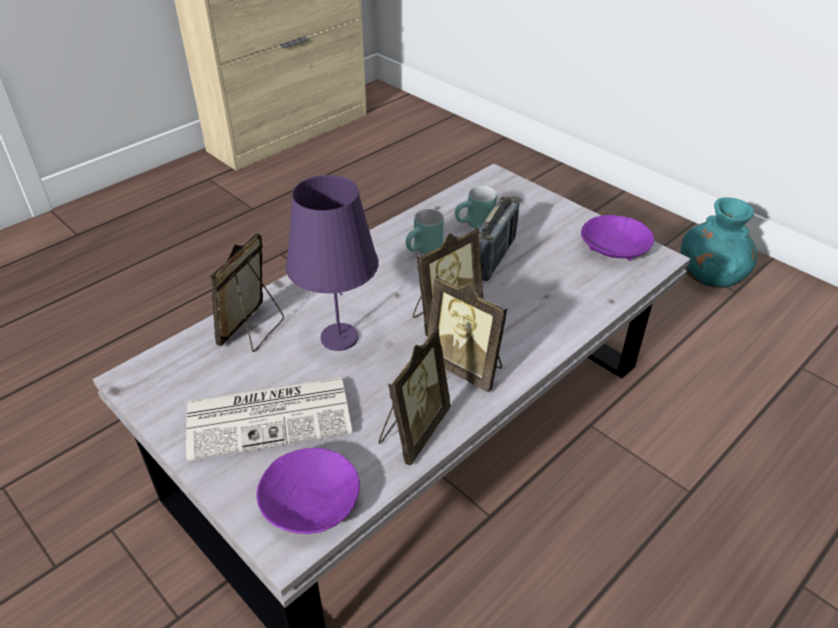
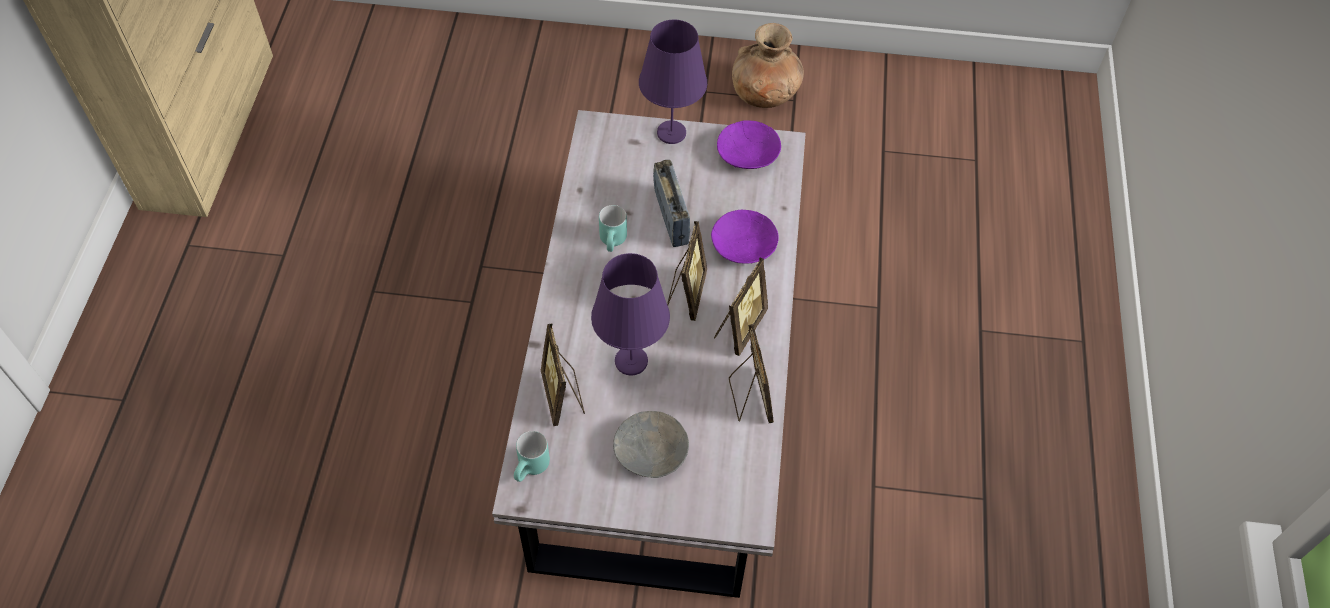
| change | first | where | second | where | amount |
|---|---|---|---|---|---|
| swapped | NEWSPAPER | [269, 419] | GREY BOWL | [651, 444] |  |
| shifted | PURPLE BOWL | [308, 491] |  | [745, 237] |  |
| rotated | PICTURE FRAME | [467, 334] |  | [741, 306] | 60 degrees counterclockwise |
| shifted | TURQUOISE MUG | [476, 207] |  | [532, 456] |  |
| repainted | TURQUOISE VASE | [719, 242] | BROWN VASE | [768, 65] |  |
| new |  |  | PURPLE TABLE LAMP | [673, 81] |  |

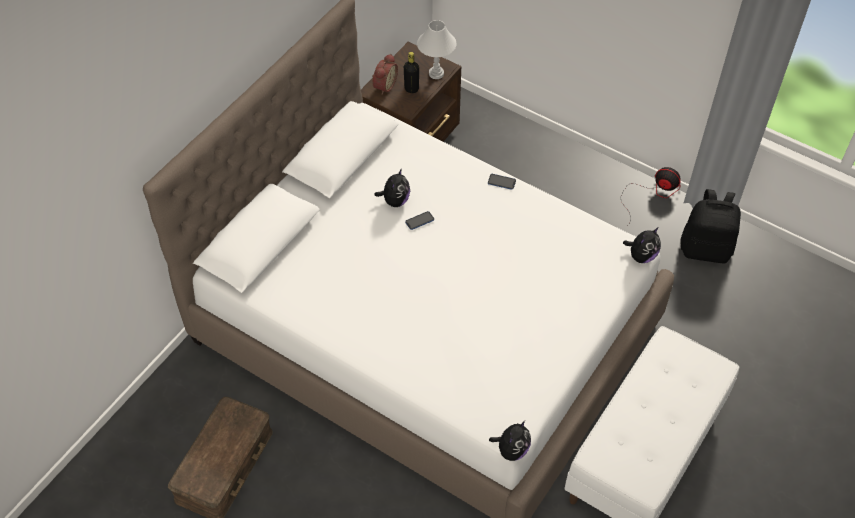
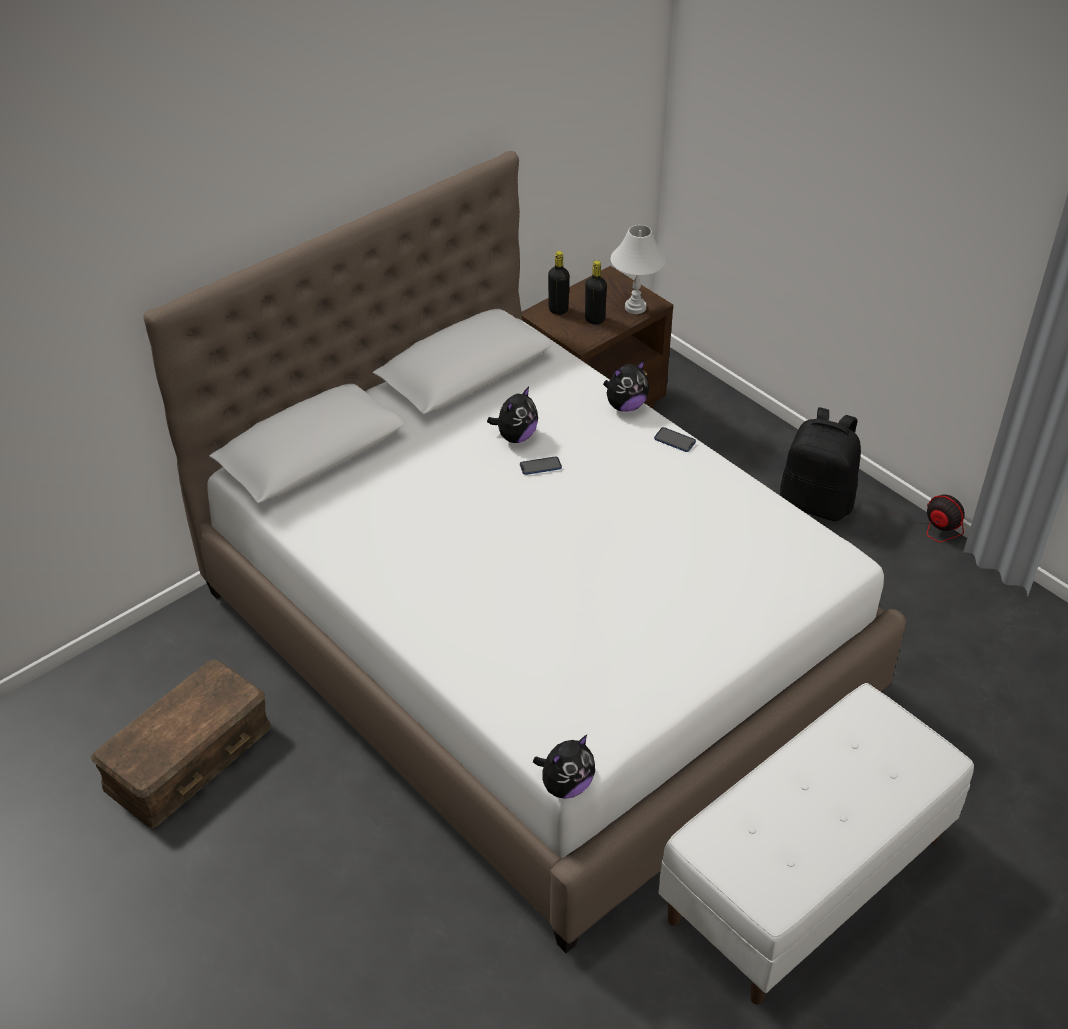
| change | first | where | second | where | amount |
|---|---|---|---|---|---|
| swapped | ALARM CLOCK | [385, 74] | BLACK BOTTLE | [559, 283] |  |
| shifted | PLUSH TOY | [642, 245] |  | [626, 386] |  |
| shifted | BLACK BACKPACK | [711, 226] |  | [820, 464] |  |

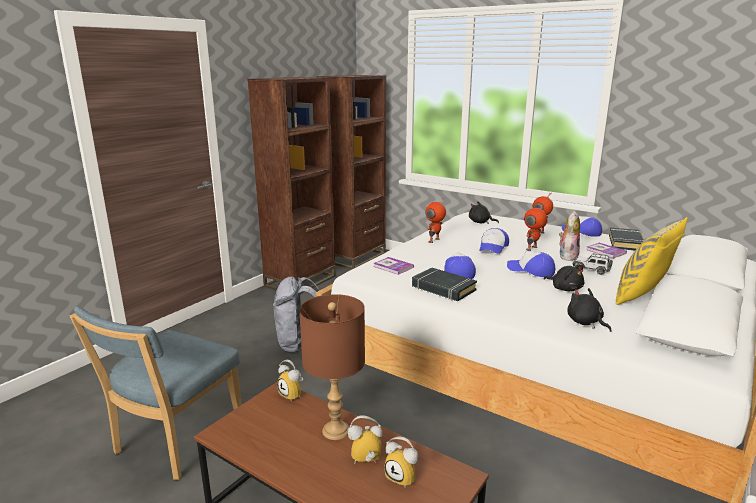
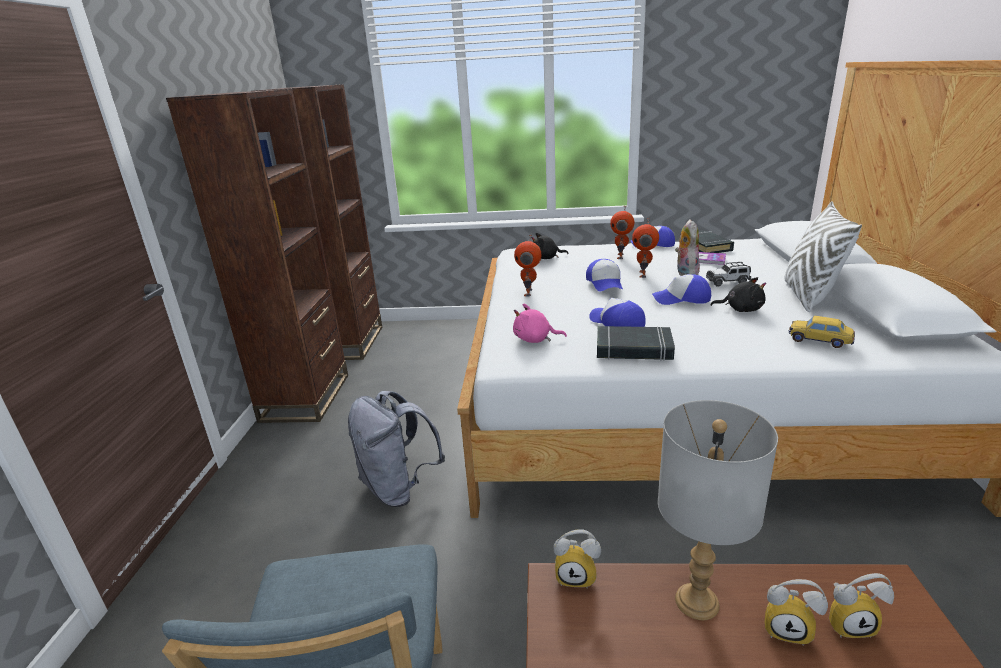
| change | first | where | second | where | amount |
|---|---|---|---|---|---|
| repainted | BROWN TABLE LAMP | [332, 367] | GREY TABLE LAMP | [718, 510] |  |
| rotated | ALARM CLOCK | [365, 439] |  | [796, 612] | 120 degrees counterclockwise |
| swapped | BOOK | [393, 266] | PINK PLUSH TOY | [540, 323] |  |
| swapped | BLACK PLUSH TOY | [589, 310] | TOY CAR | [821, 332] |  |
| repainted | YELLOW PILLOW | [652, 261] | WHITE PILLOW | [823, 256] |  |

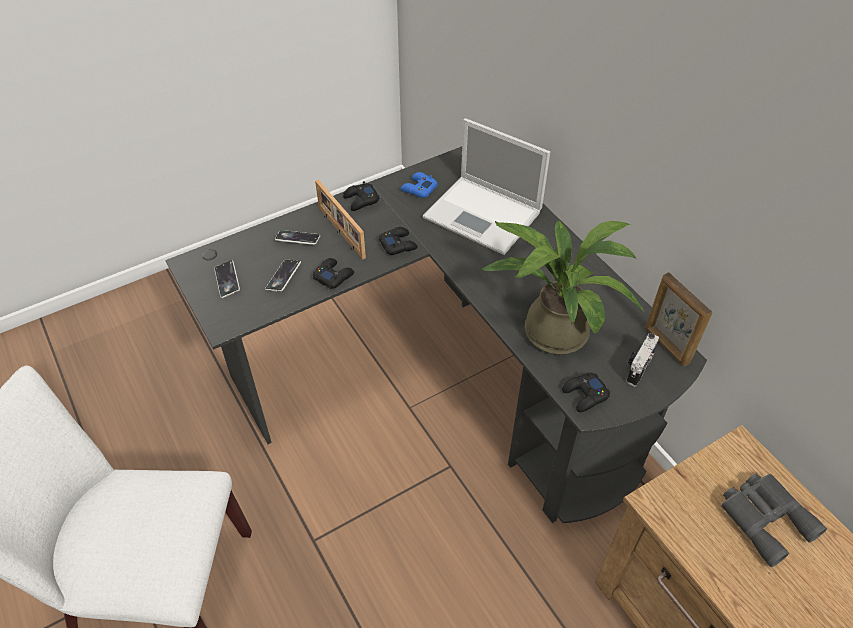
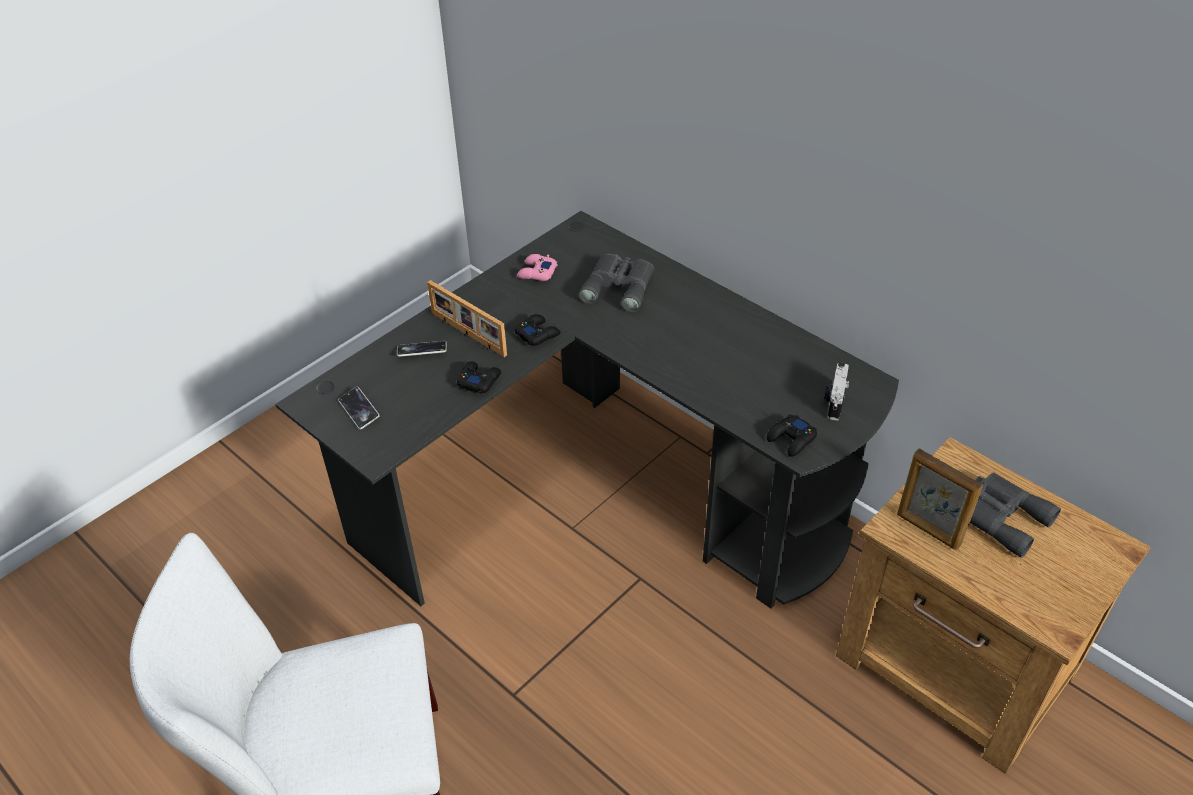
| change | first | where | second | where | amount |
|---|---|---|---|---|---|
| gone | PHONE | [283, 276] |  |  |  |
| gone | BLACK GAME CONTROLLER | [361, 196] |  |  |  |
| repainted | BLUE GAME CONTROLLER | [419, 185] | PINK GAME CONTROLLER | [537, 267] |  |
| swapped | LAPTOP | [486, 186] | GREY BINOCULARS | [616, 283] |  |
| gone | POTTED PLANT | [562, 287] |  |  |  |
| shifted | PICTURE FRAME | [679, 319] |  | [940, 499] |  |

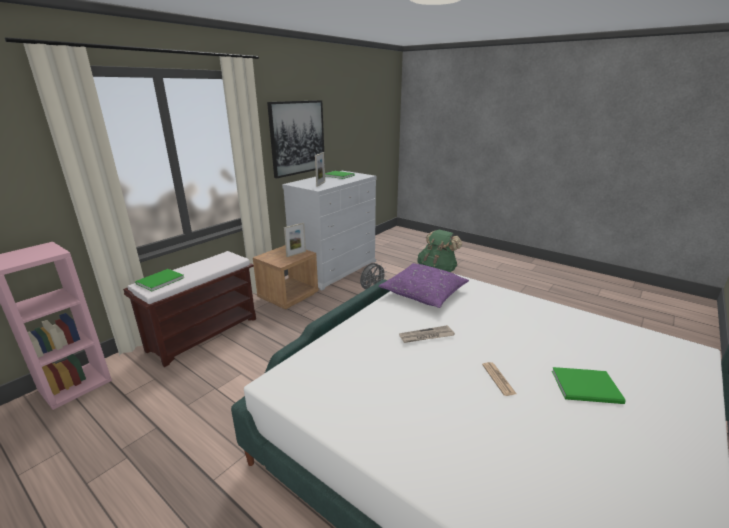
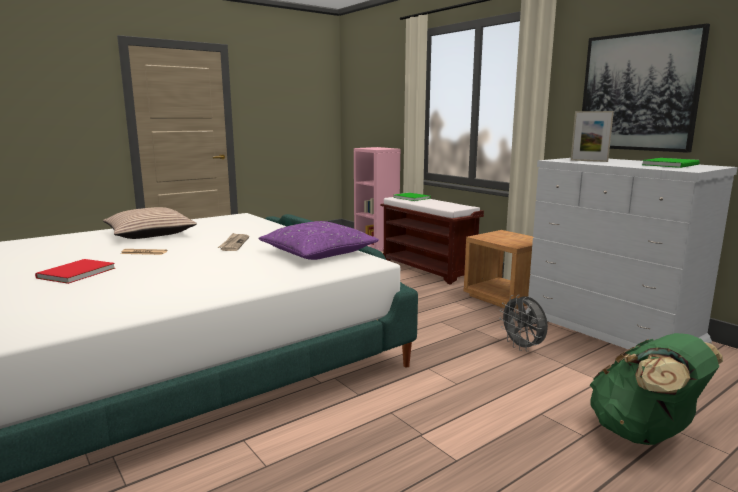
| change | first | where | second | where | amount |
|---|---|---|---|---|---|
| gone | PICTURE FRAME | [295, 240] |  |  |  |
| repainted | GREEN BOOK | [589, 385] | RED BOOK | [75, 271] |  |
| new |  |  | PILLOW | [150, 223] |  |

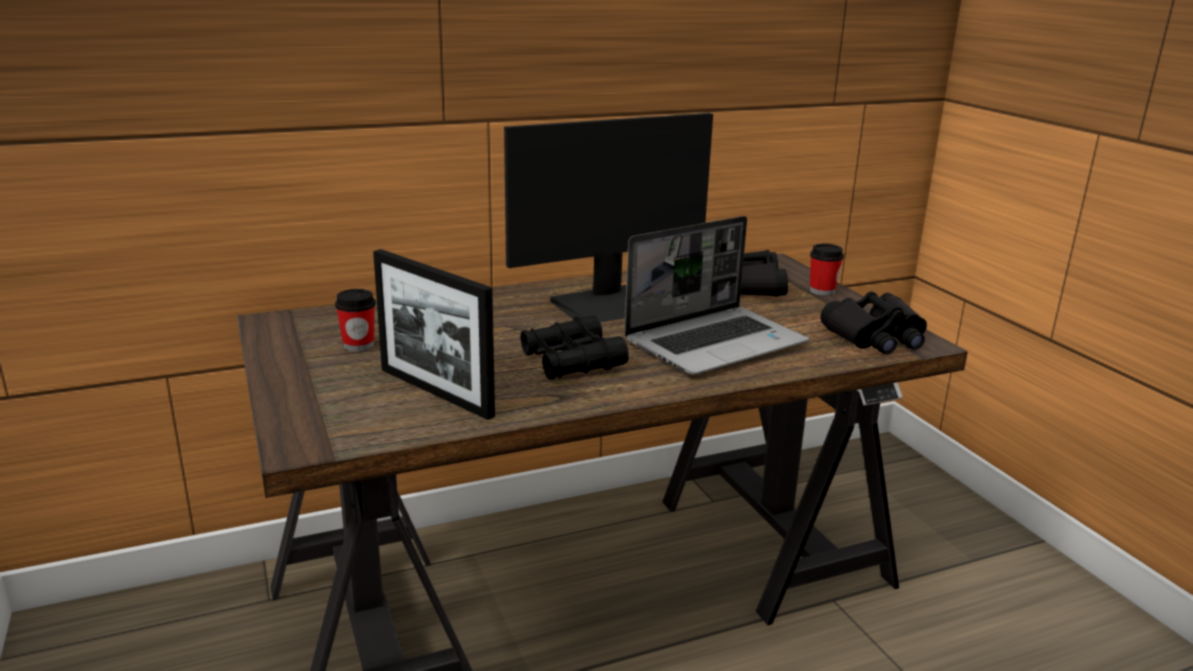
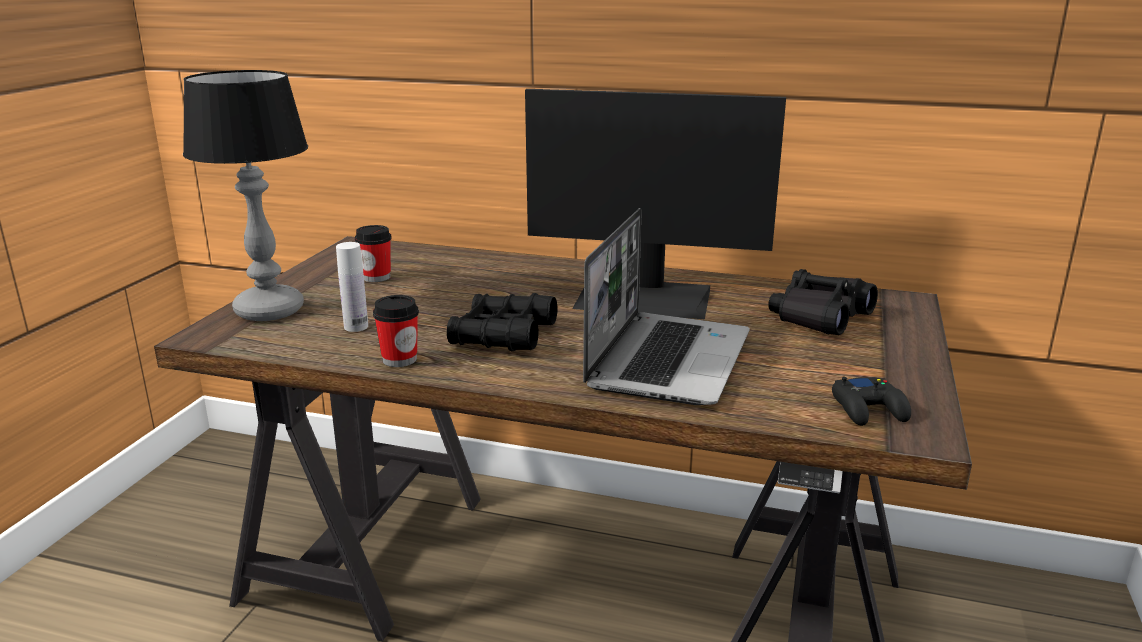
| change | first | where | second | where | amount |
|---|---|---|---|---|---|
| swapped | PICTURE FRAME | [434, 334] | WHITE BOTTLE | [352, 287] |  |
| rotated | LAPTOP | [716, 295] |  | [666, 306] | 75 degrees counterclockwise |
| shifted | CUP | [827, 269] |  | [396, 331] |  |
| swapped | BLACK BINOCULARS | [873, 322] | BLACK GAME CONTROLLER | [871, 401] |  |
| new |  |  | TABLE LAMP | [245, 195] |  |

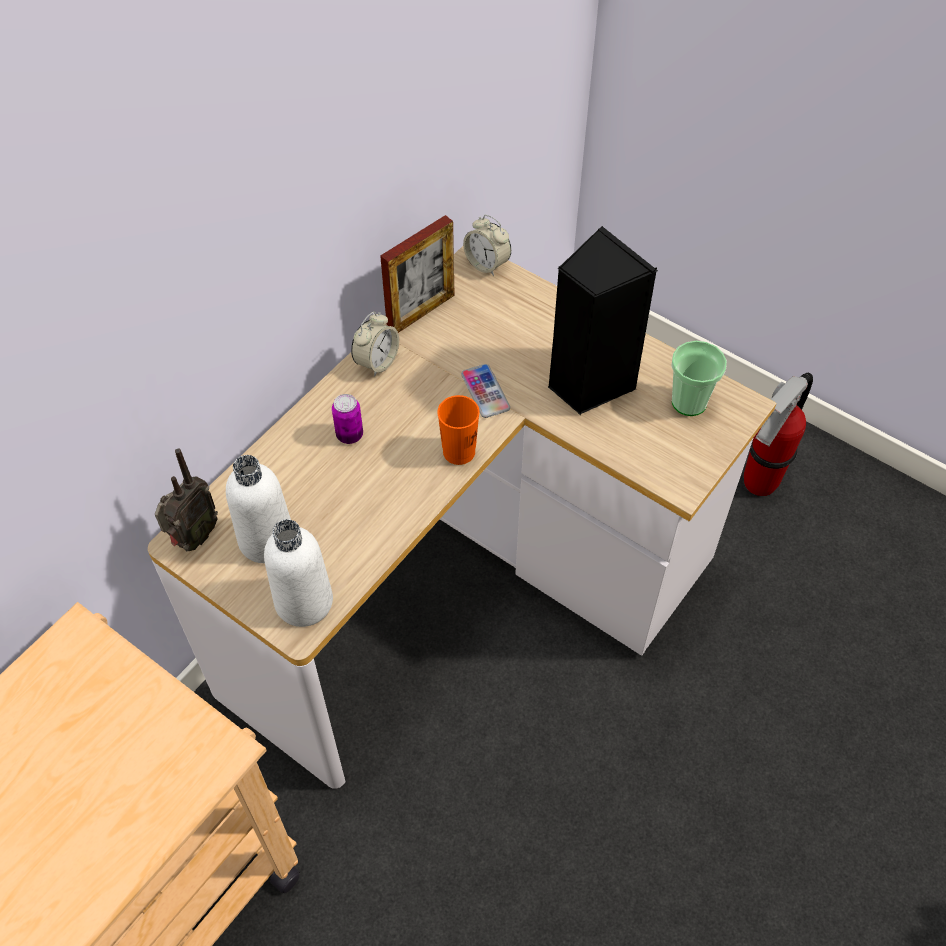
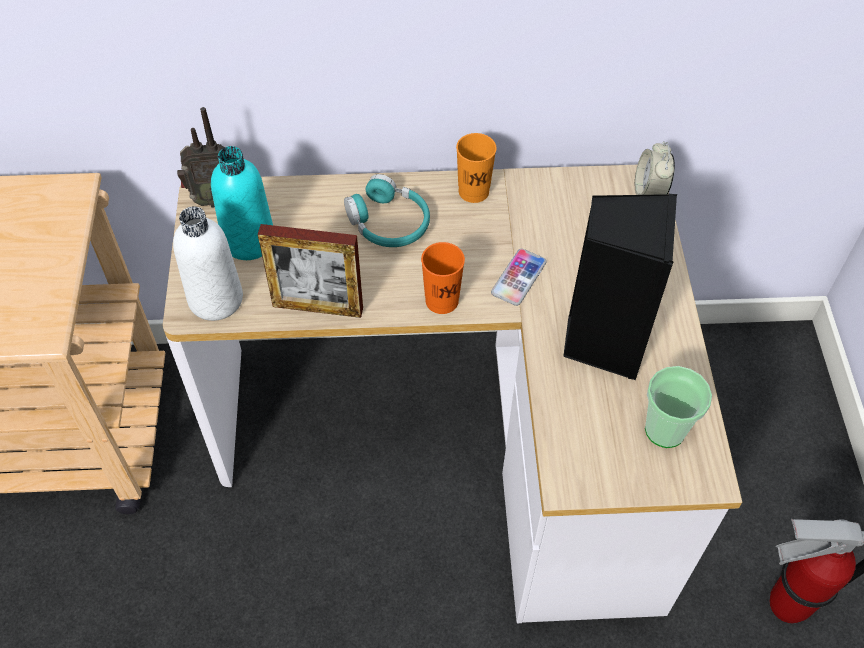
| change | first | where | second | where | amount |
|---|---|---|---|---|---|
| repainted | WHITE BOTTLE | [258, 509] | TURQUOISE BOTTLE | [242, 203] |  |
| swapped | CAN | [347, 419] | TURQUOISE HEADPHONES | [387, 210] |  |
| swapped | ALARM CLOCK | [375, 344] | ORANGE CUP | [476, 168] |  |
| shifted | PICTURE FRAME | [417, 274] |  | [310, 271] |  |

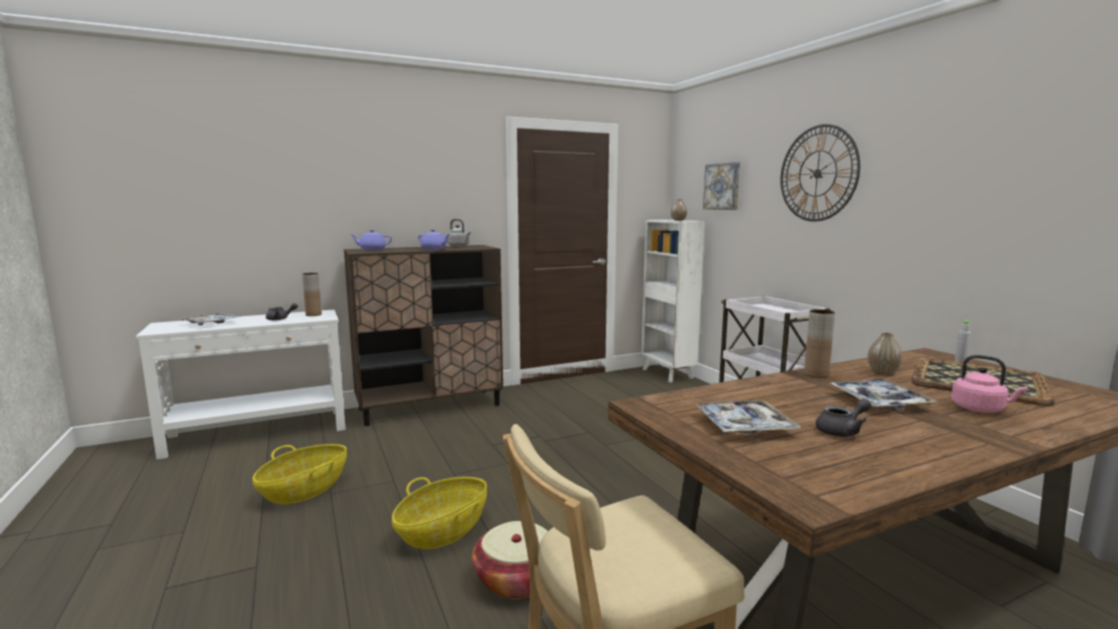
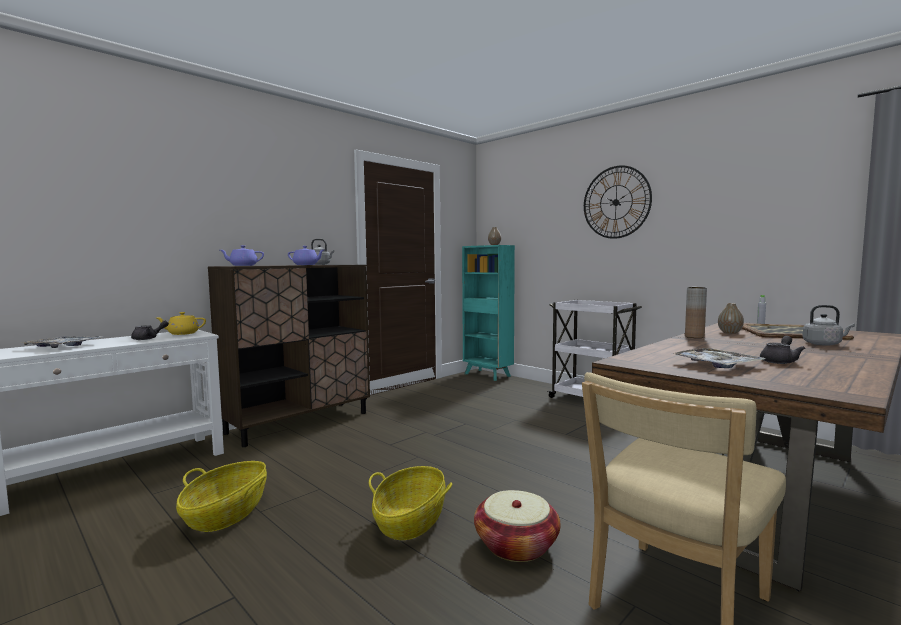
| change | first | where | second | where | amount |
|---|---|---|---|---|---|
| swapped | BROWN VASE | [312, 294] | YELLOW TEAPOT | [181, 323] |  |
| repainted | WHITE BOOKCASE | [673, 301] | TURQUOISE BOOKCASE | [488, 313] |  |
| gone | PICTURE | [721, 186] |  |  |  |
| gone | TRAY | [883, 394] |  |  |  |
| repainted | PINK KETTLE | [989, 384] | GREY KETTLE | [828, 325] |  |

